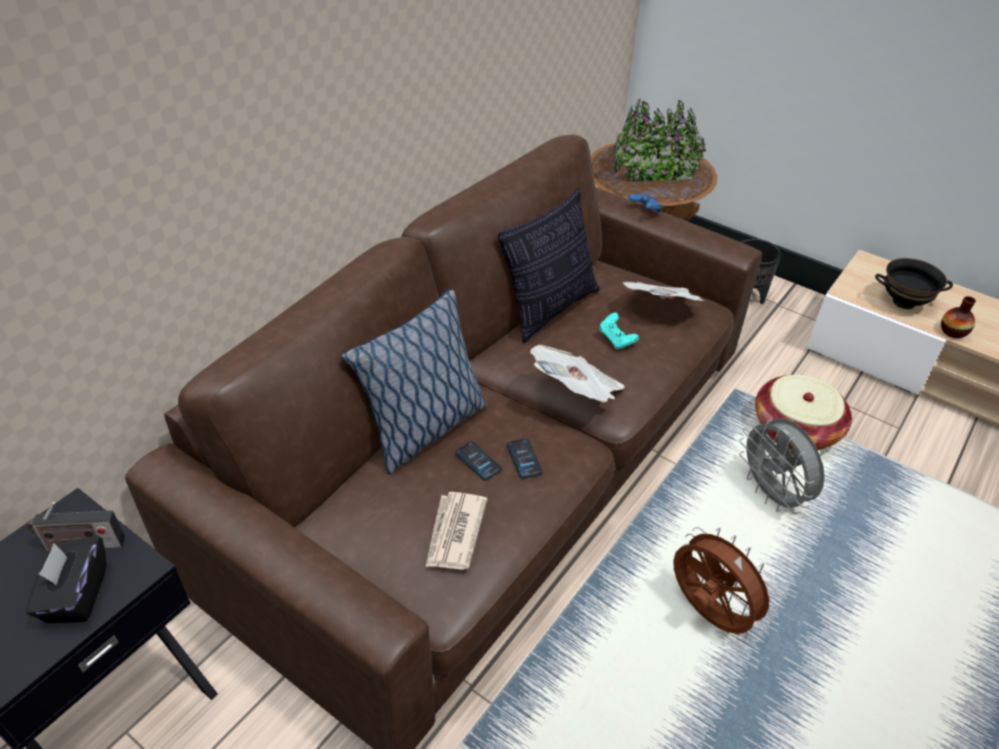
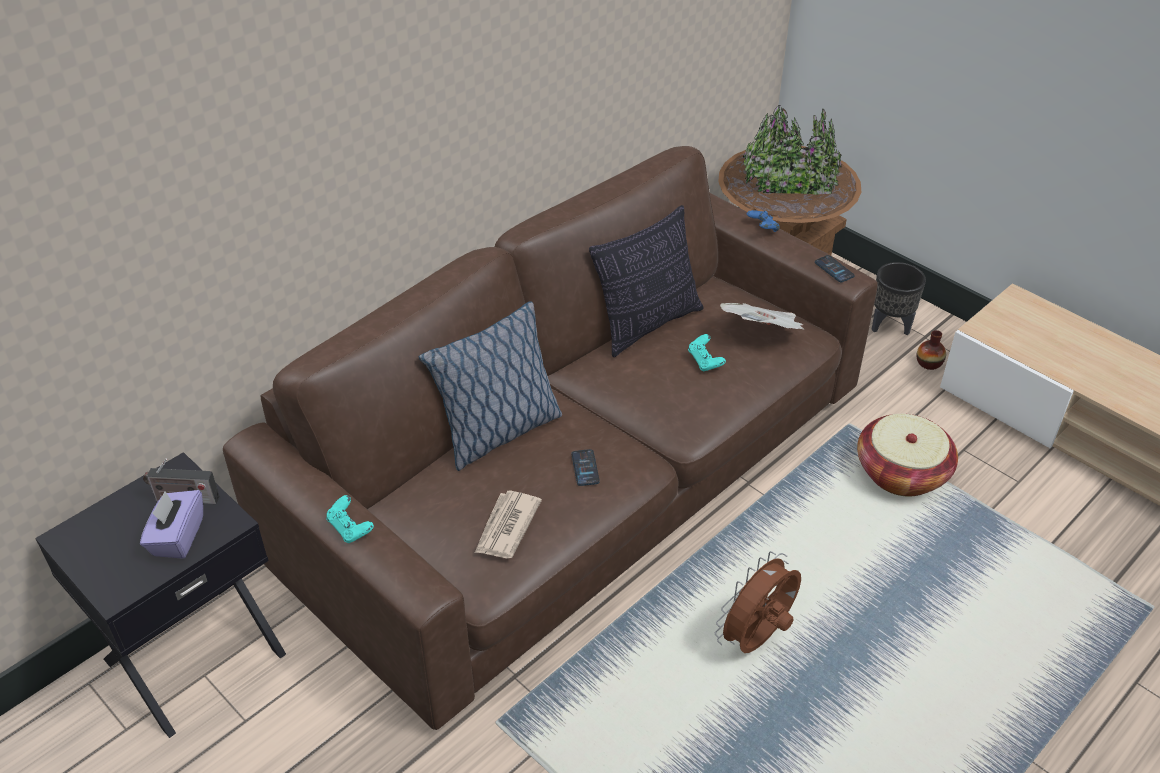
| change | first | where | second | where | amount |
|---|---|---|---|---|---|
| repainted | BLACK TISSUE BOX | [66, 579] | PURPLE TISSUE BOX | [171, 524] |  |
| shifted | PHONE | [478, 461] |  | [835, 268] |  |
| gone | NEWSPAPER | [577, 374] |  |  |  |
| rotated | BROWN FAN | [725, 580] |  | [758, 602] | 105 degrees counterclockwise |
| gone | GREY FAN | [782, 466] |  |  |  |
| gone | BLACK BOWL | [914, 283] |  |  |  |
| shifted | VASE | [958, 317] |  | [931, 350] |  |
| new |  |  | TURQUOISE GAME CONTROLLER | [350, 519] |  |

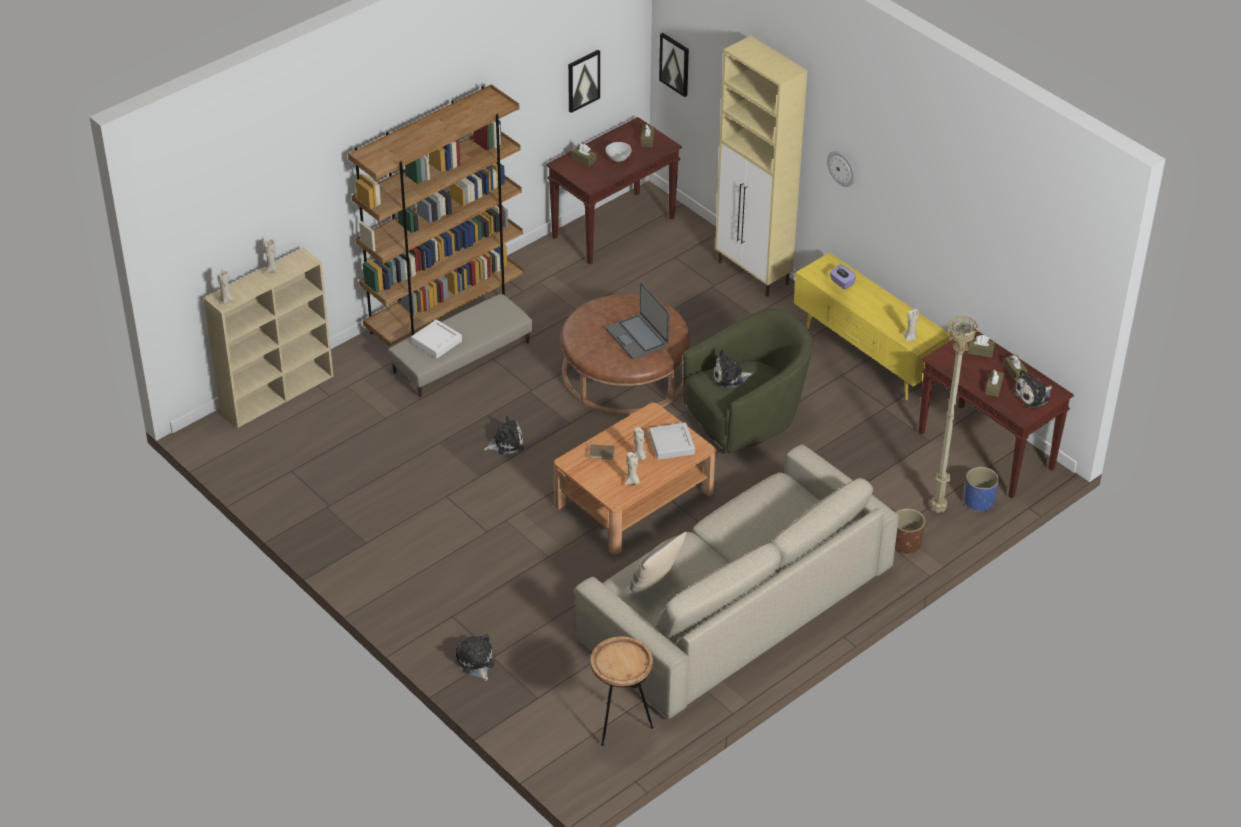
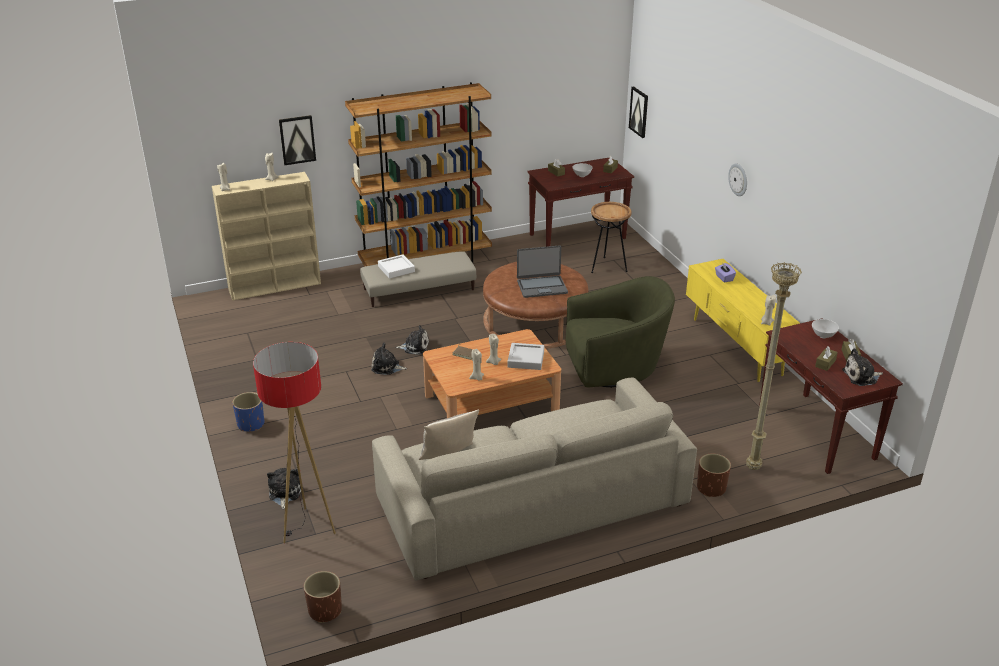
| change | first | where | second | where | amount |
|---|---|---|---|---|---|
| shifted | PICTURE | [584, 81] |  | [297, 140] |  |
| shifted | BROWN SIDE TABLE | [621, 691] |  | [611, 237] |  |
| rotated | LAPTOP | [638, 321] |  | [542, 271] | 90 degrees counterclockwise |
| shifted | PLUSH TOY | [733, 368] |  | [389, 359] |  |
| gone | BEIGE CABINET | [761, 166] |  |  |  |
| shifted | BLUE PLANTER | [981, 489] |  | [248, 412] |  |
| swapped | BROWN TISSUE BOX | [981, 346] | WHITE BOWL | [825, 328] |  |
| new |  |  | FLOOR LAMP | [294, 442] |  |
| new |  |  | BROWN PLANTER | [323, 597] |  |

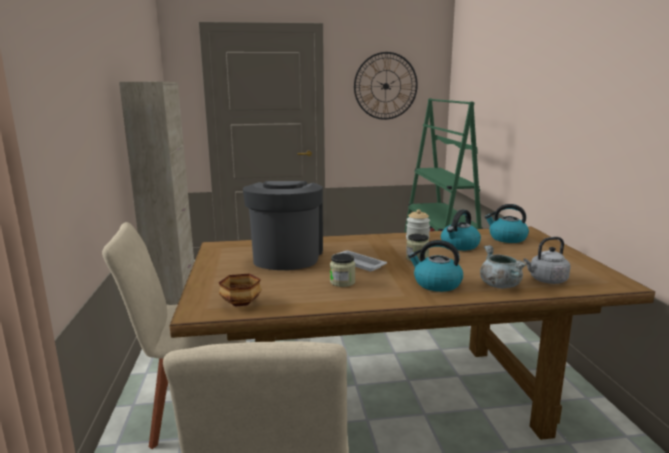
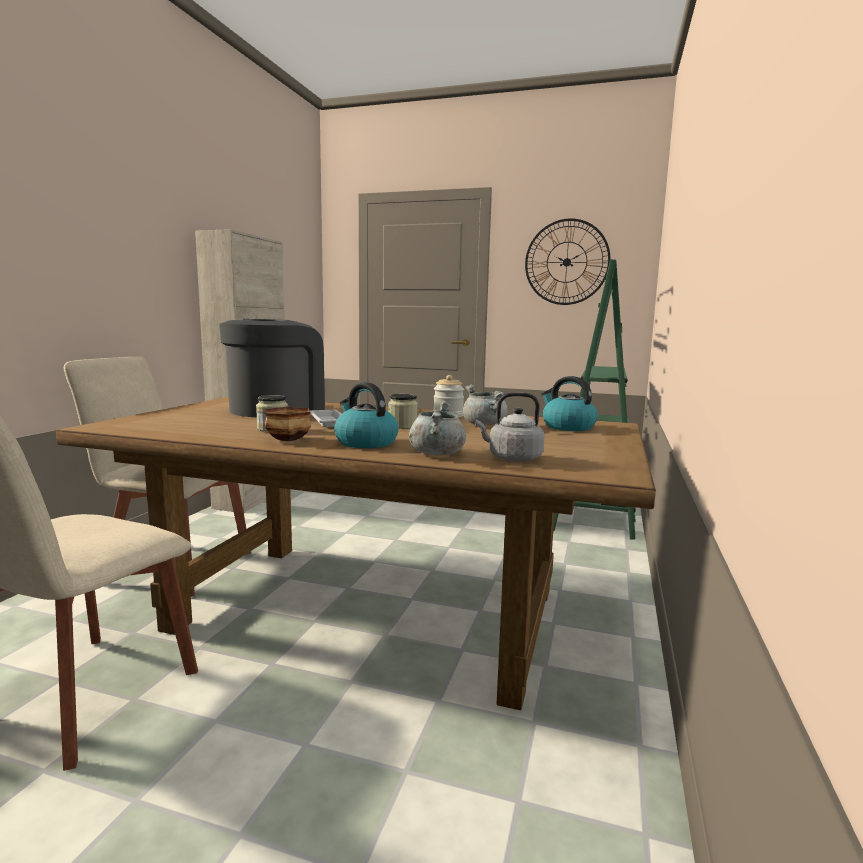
| change | first | where | second | where | amount |
|---|---|---|---|---|---|
| shifted | BOWL | [240, 290] |  | [288, 424] |  |
| swapped | KETTLE | [461, 230] | GREY COOKING POT | [485, 404] |  |

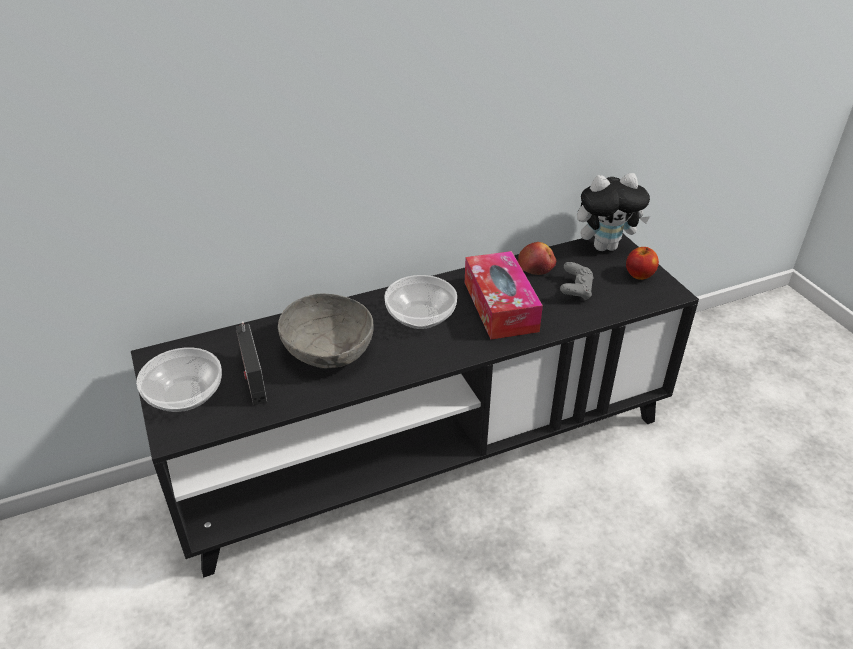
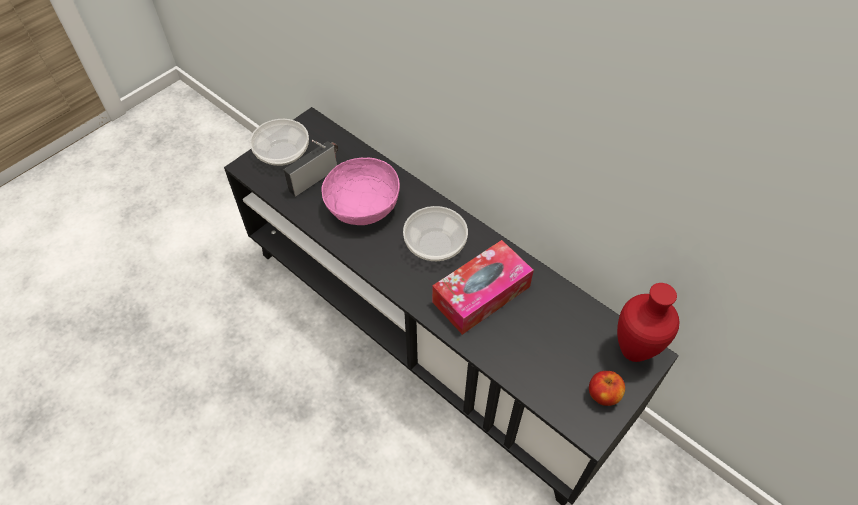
| change | first | where | second | where | amount |
|---|---|---|---|---|---|
| repainted | GREY BOWL | [326, 331] | PINK BOWL | [360, 191] |  |
| gone | APPLE | [537, 258] |  |  |  |
| gone | GREY GAME CONTROLLER | [577, 281] |  |  |  |
| swapped | PLUSH TOY | [613, 212] | RED VASE | [648, 322] |  |

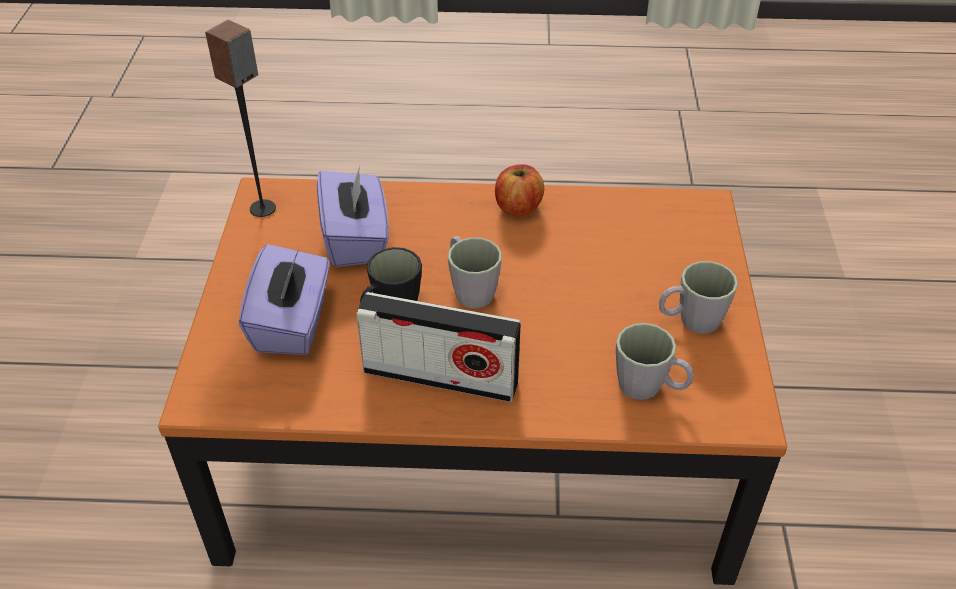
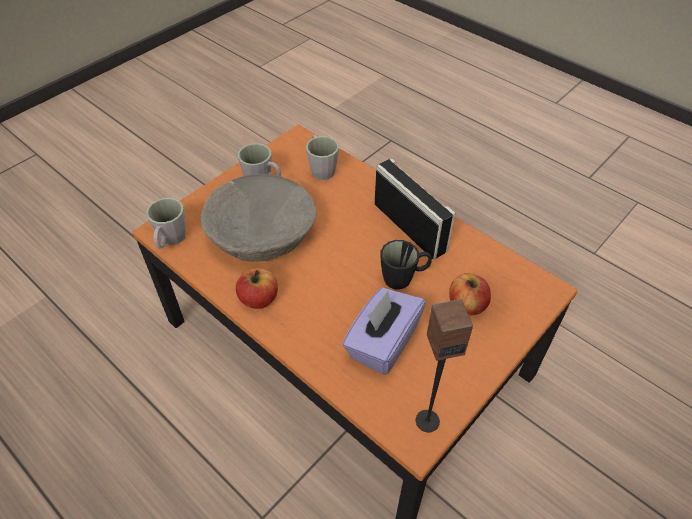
| change | first | where | second | where | amount |
|---|---|---|---|---|---|
| swapped | PURPLE TISSUE BOX | [284, 299] | APPLE | [470, 294] |  |
| shifted | GREY MUG | [475, 272] |  | [166, 223] |  |
| new |  |  | BEIGE BOWL | [259, 218] |  |

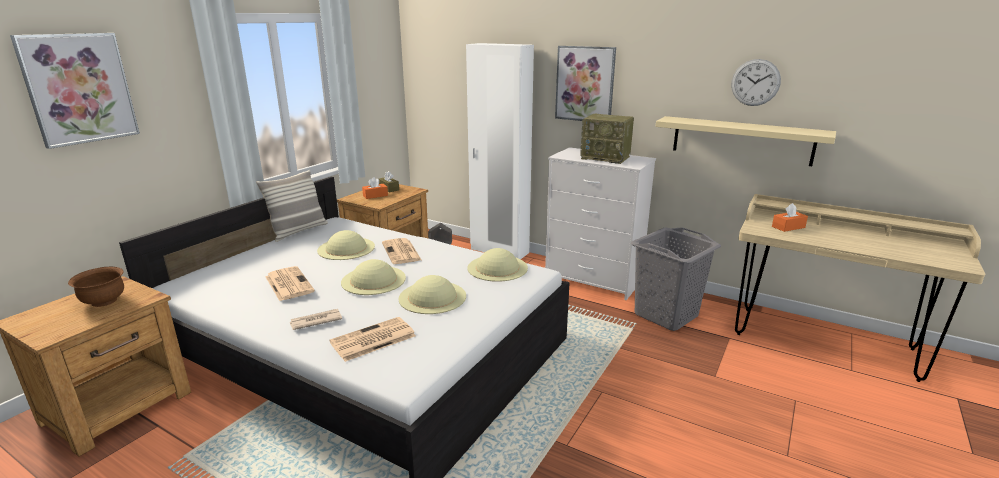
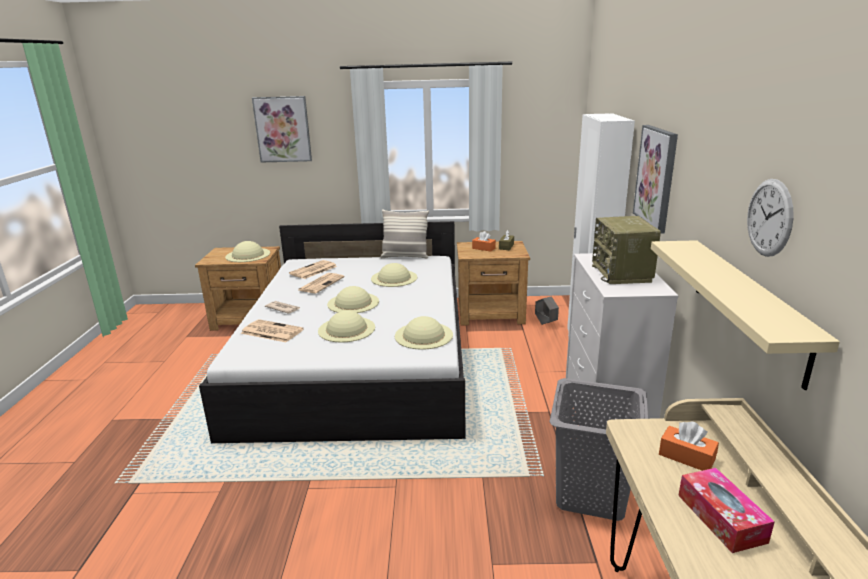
| change | first | where | second | where | amount |
|---|---|---|---|---|---|
| swapped | BROWN BOWL | [96, 287] | BEIGE HAT | [247, 251] |  |
| shifted | NEWSPAPER | [401, 251] |  | [313, 269] |  |
| new |  |  | TISSUE BOX | [726, 510] |  |

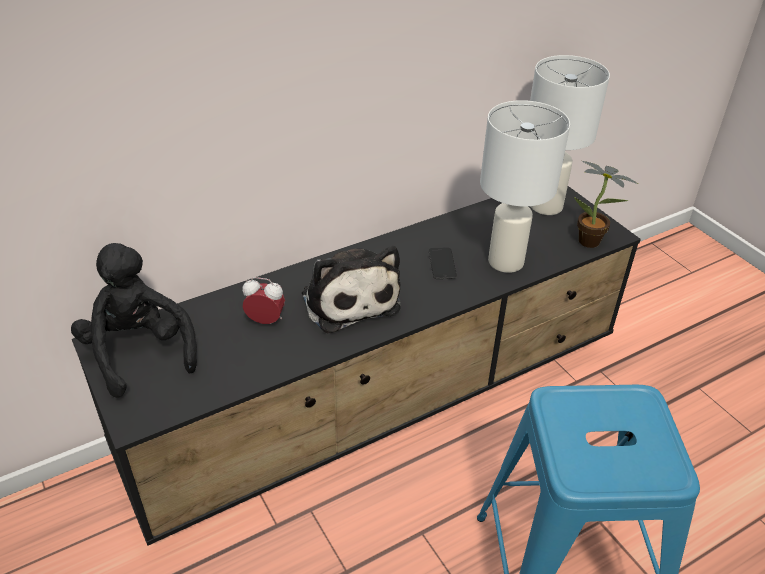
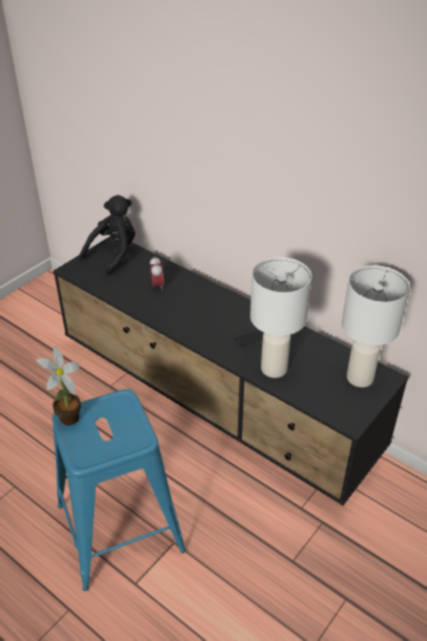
| change | first | where | second | where | amount |
|---|---|---|---|---|---|
| gone | PLUSH TOY | [351, 289] |  |  |  |
| shifted | POTTED PLANT | [606, 204] |  | [58, 386] |  |

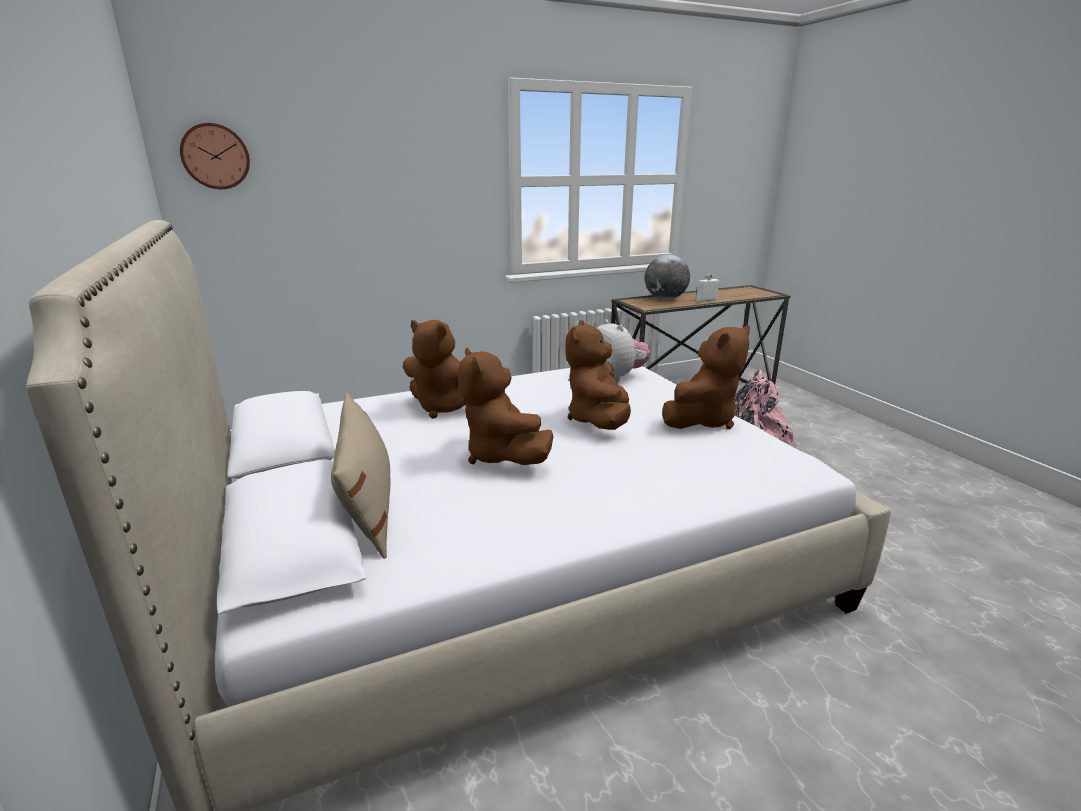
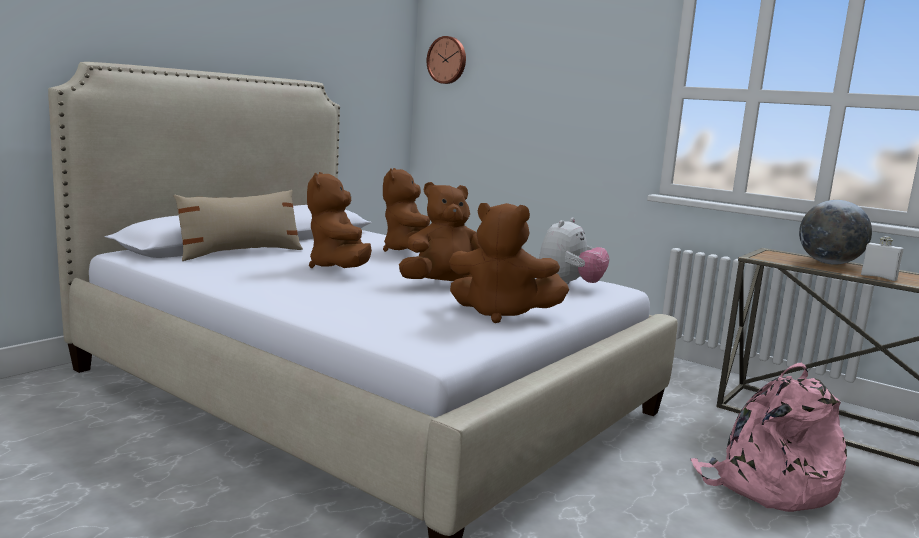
| change | first | where | second | where | amount |
|---|---|---|---|---|---|
| rotated | BROWN PLUSH TOY | [506, 406] |  | [339, 220] | 45 degrees counterclockwise |

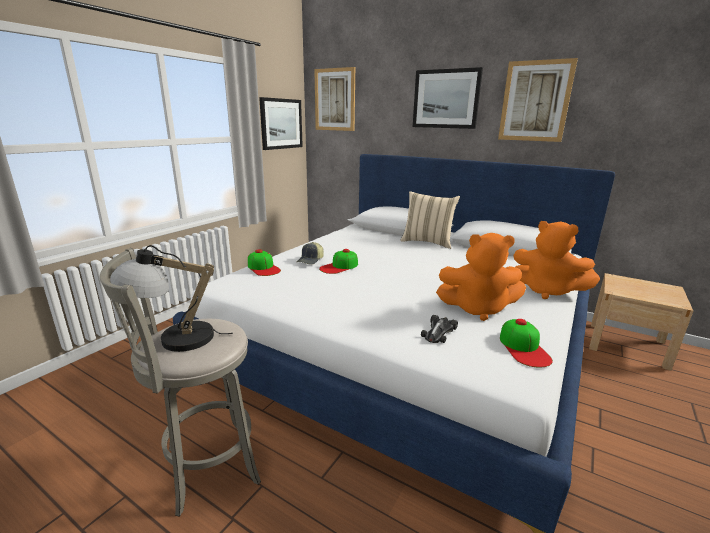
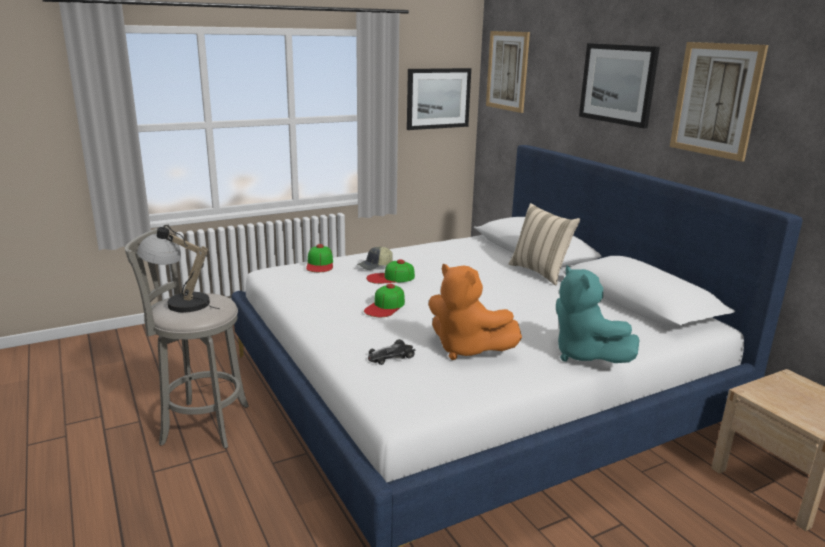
| change | first | where | second | where | amount |
|---|---|---|---|---|---|
| shifted | CAP | [526, 343] |  | [384, 300] |  |
| repainted | ORANGE PLUSH TOY | [556, 260] | TURQUOISE PLUSH TOY | [598, 314] |  |

